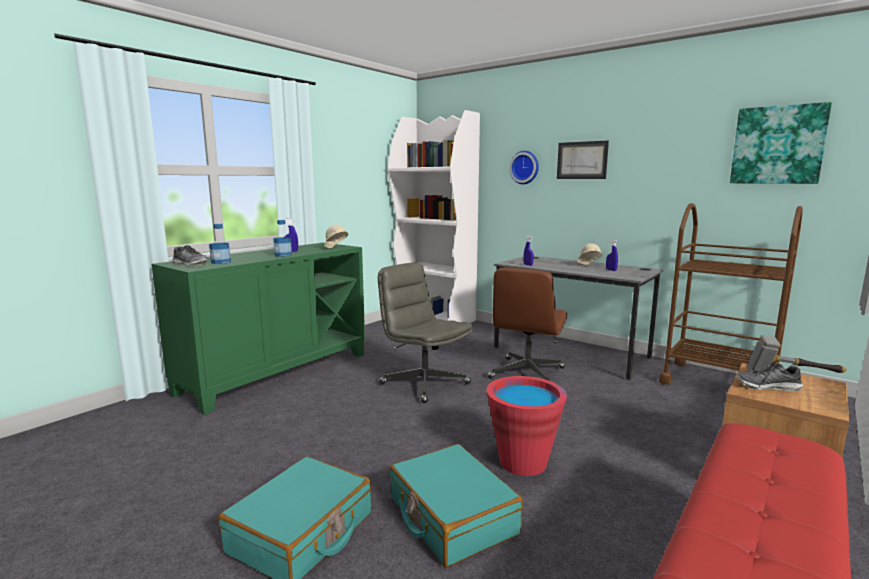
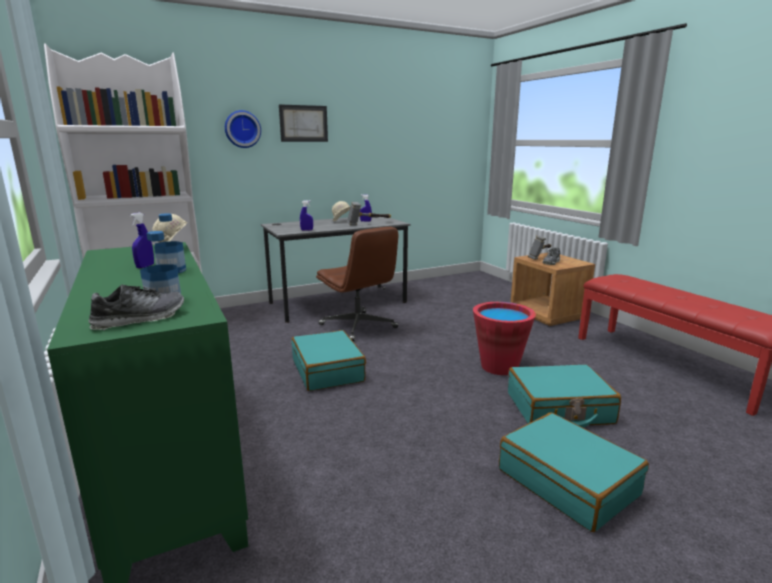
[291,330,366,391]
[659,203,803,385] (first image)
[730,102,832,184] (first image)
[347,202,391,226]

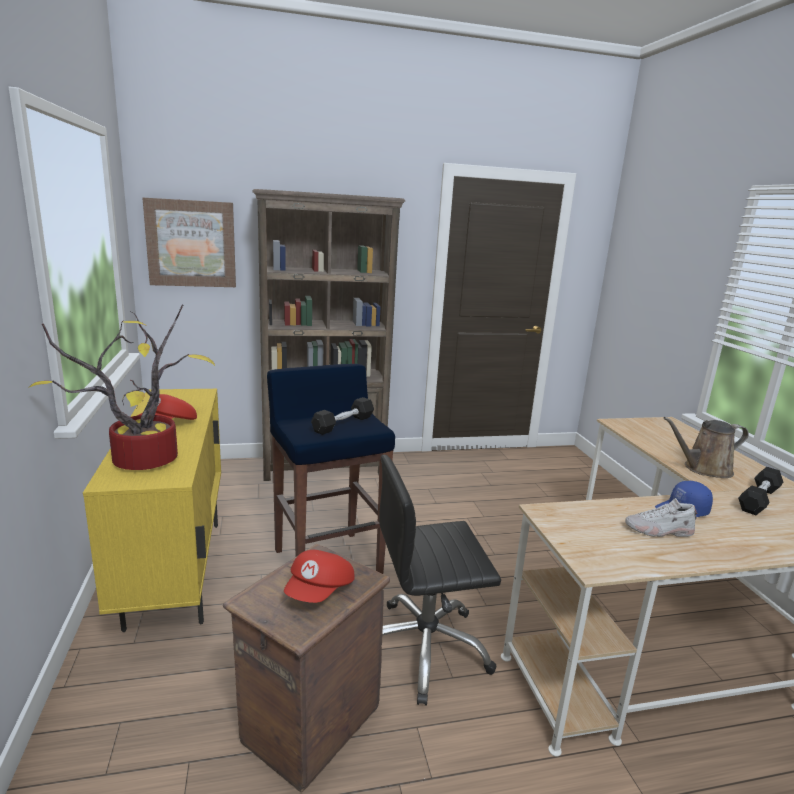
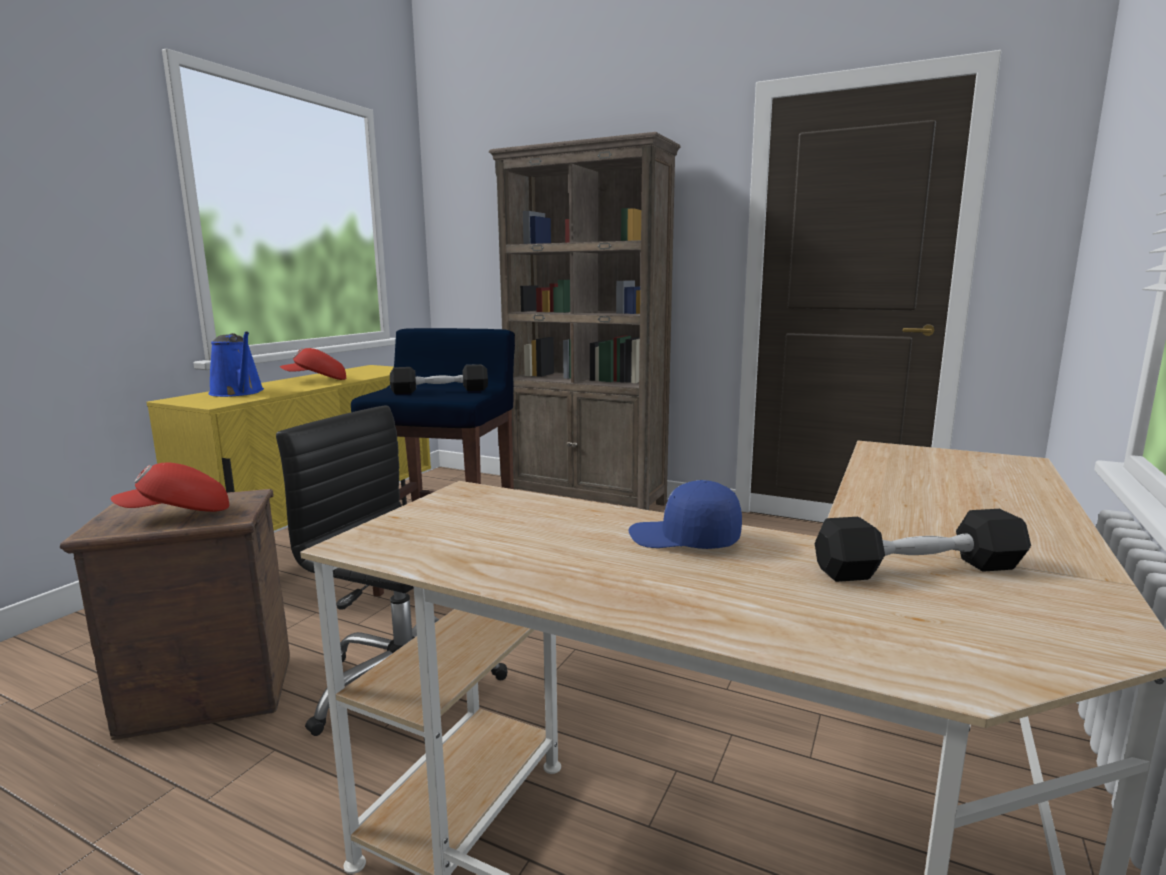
[208,331,264,397]
[143,198,236,287] (first image)
[625,498,698,537] (first image)
[663,417,749,478] (first image)

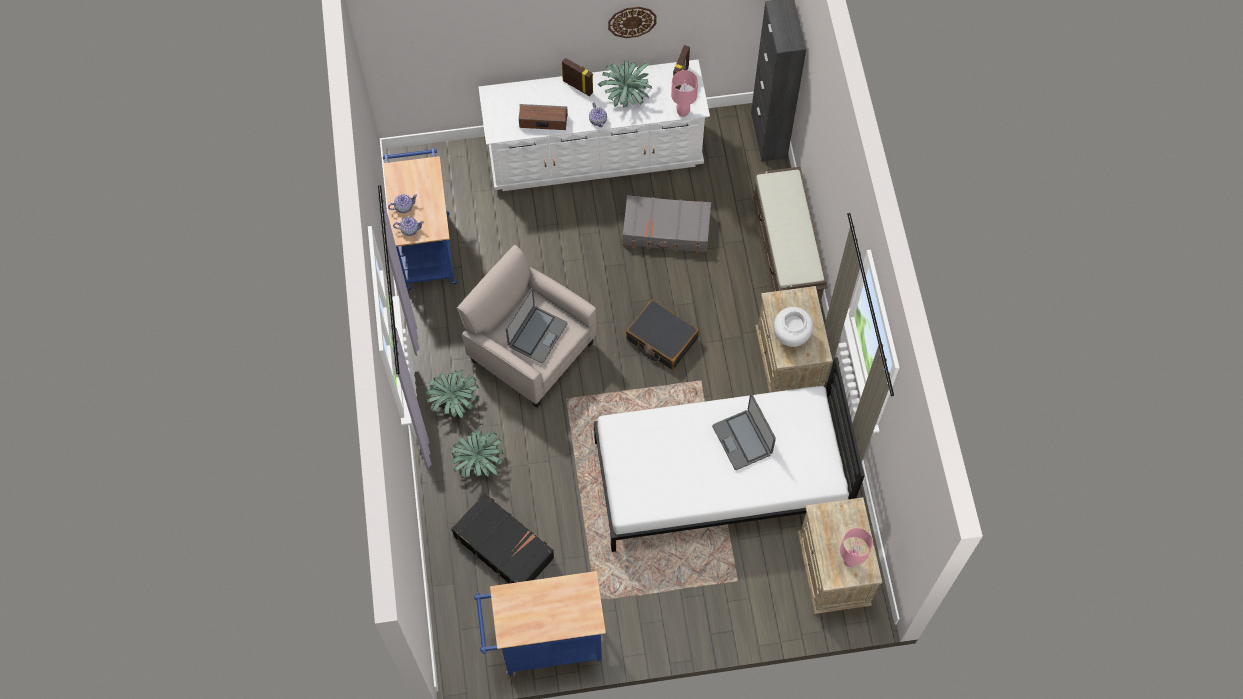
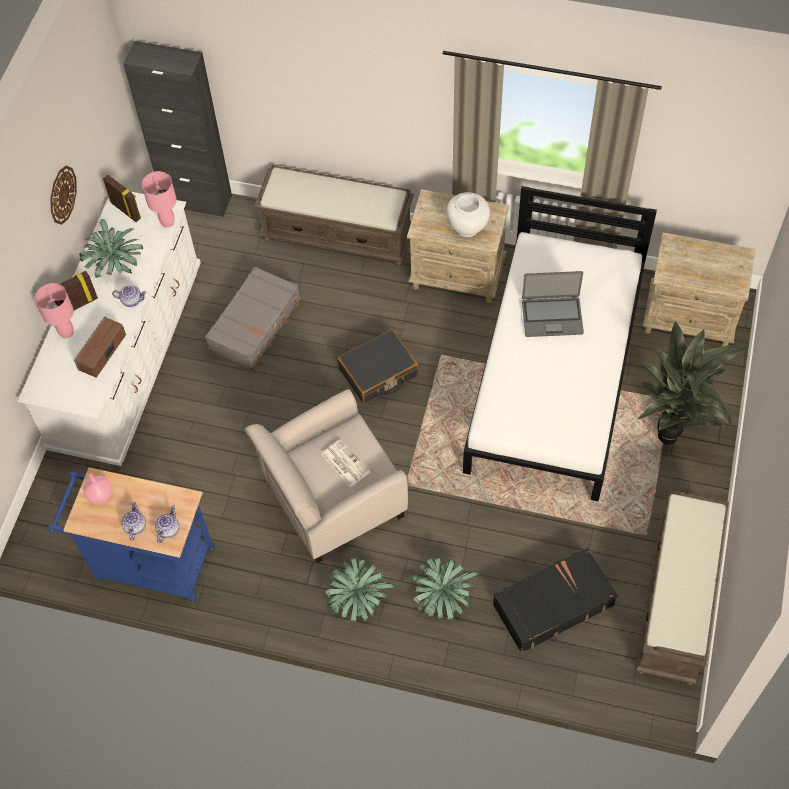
[635,490,729,685]
[321,439,370,487]
[35,283,74,338]
[84,473,112,504]
[638,321,748,445]

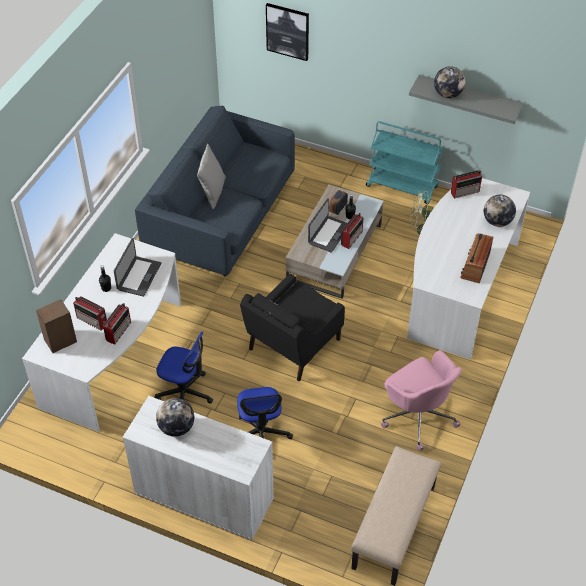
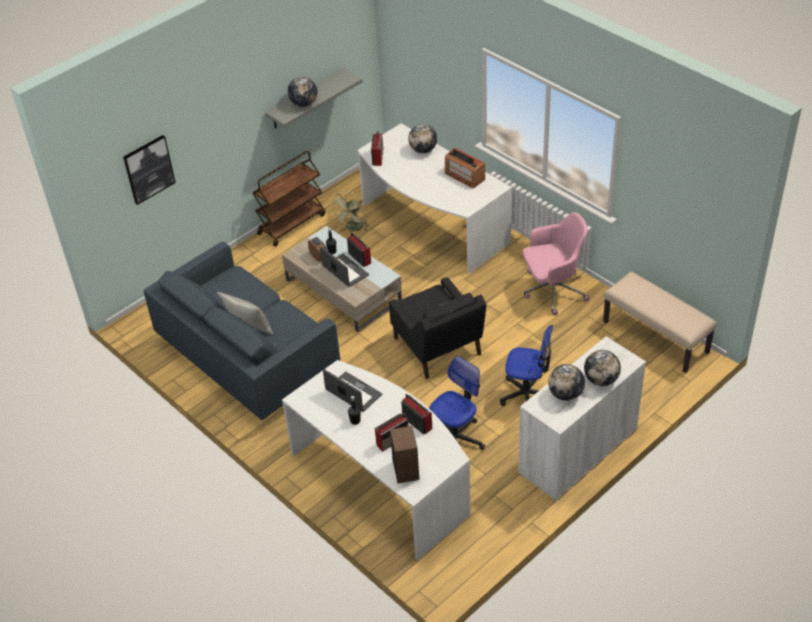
[252,151,325,246]
[584,350,621,386]

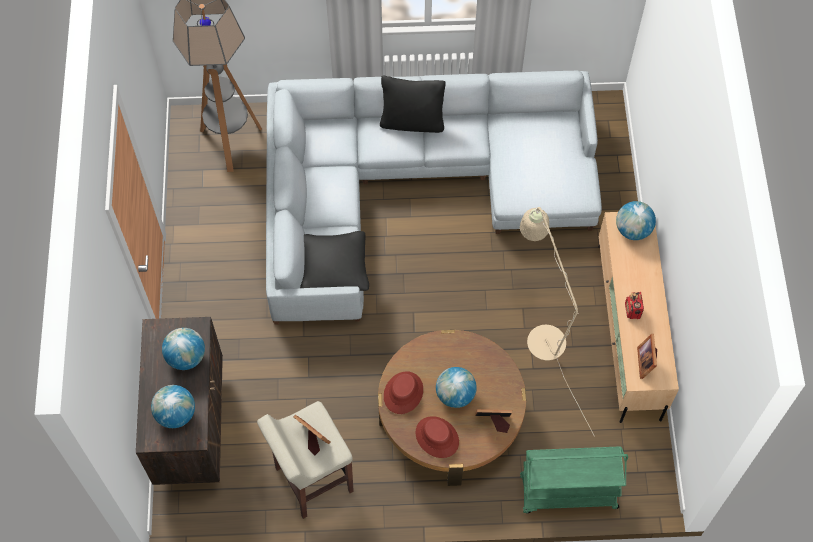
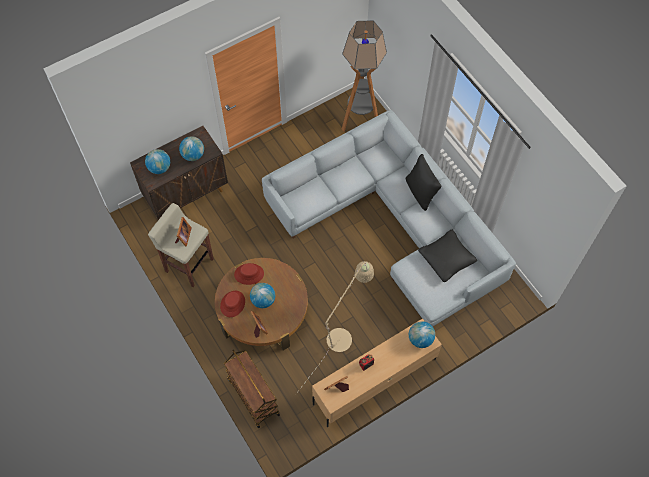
[418,230,477,282]
[224,350,280,428]

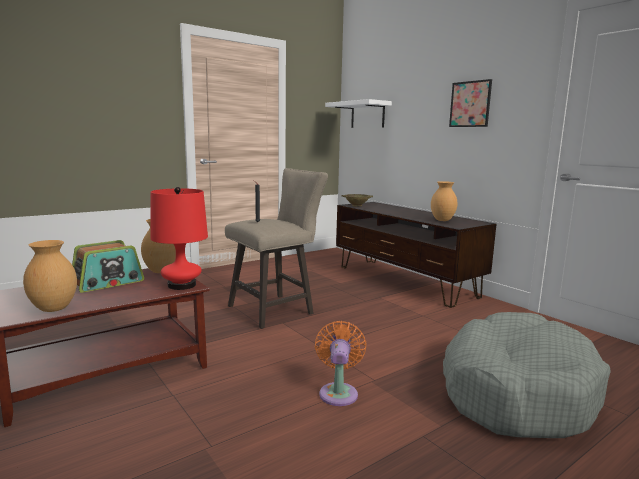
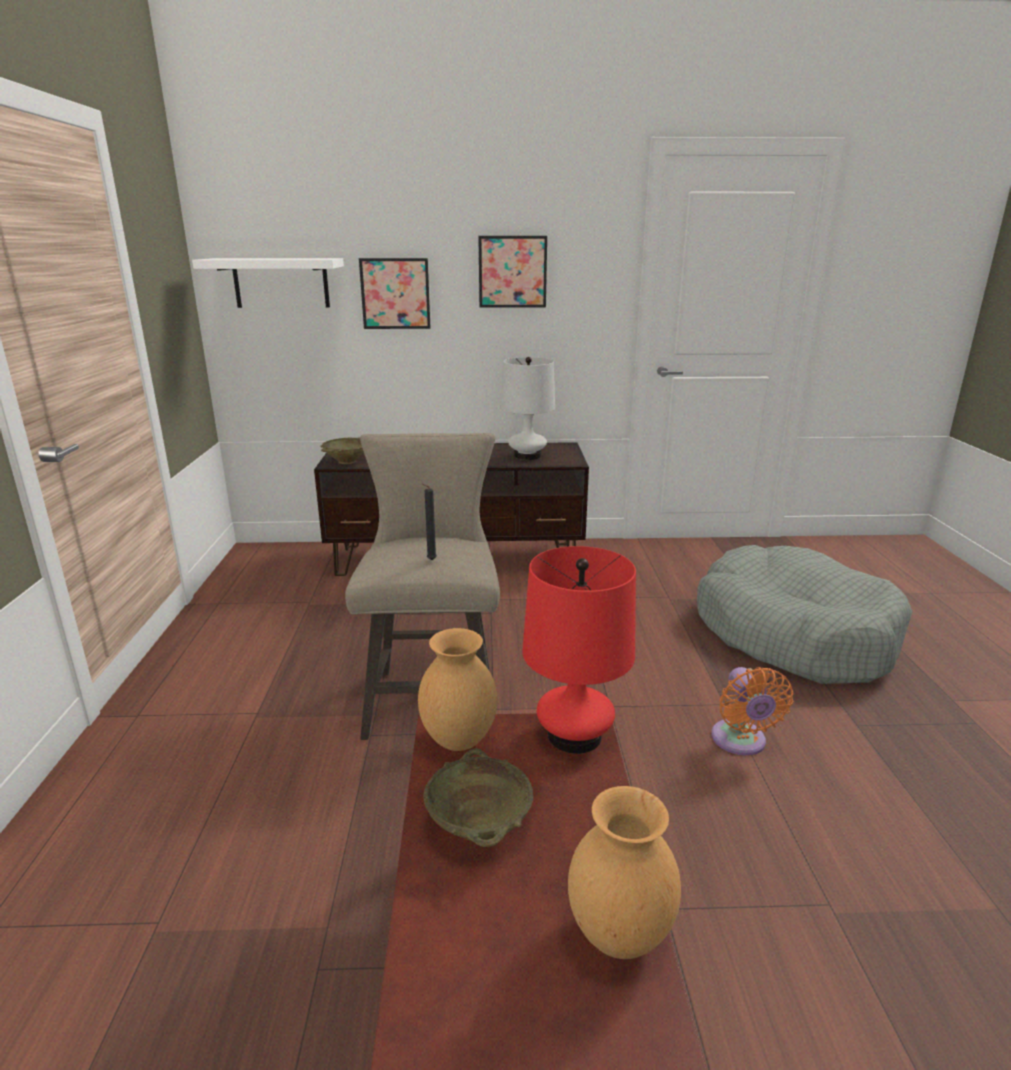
[424,748,533,847]
[711,667,793,756]
[501,357,555,460]
[359,258,430,329]

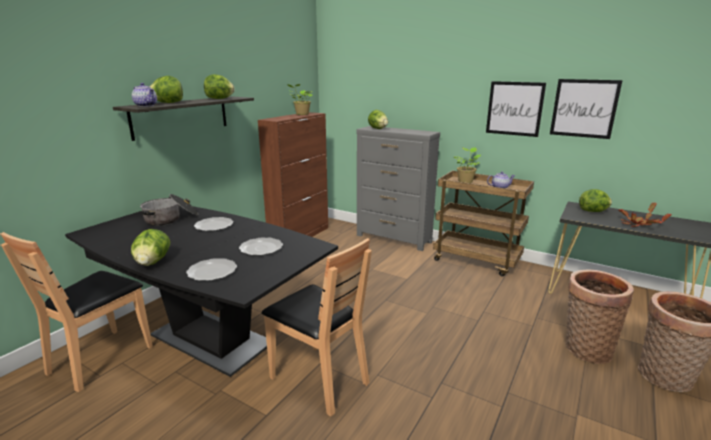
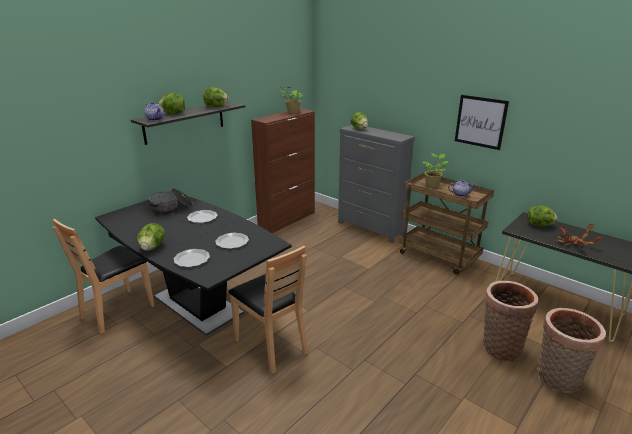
[550,79,623,139] (first image)

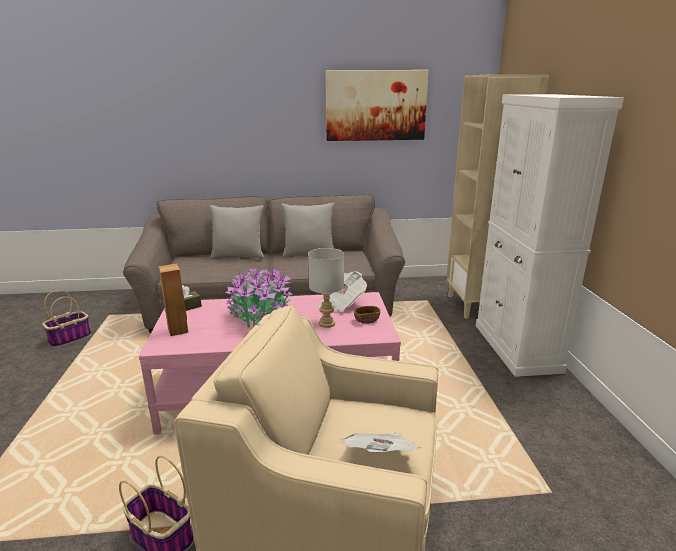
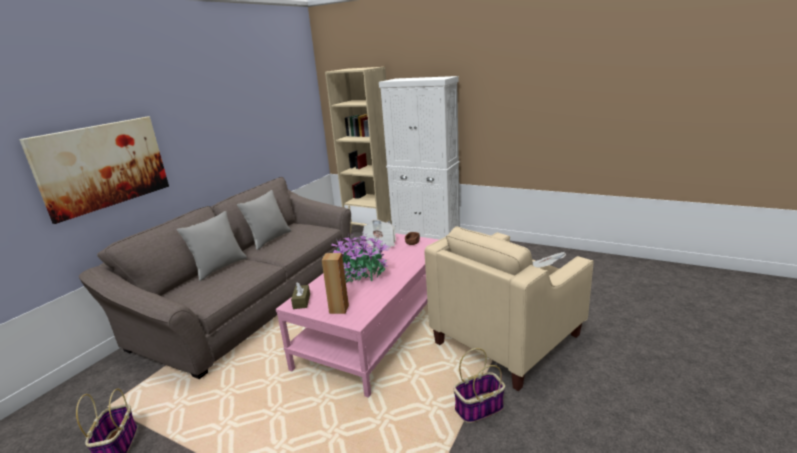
[308,248,344,328] (first image)
[19,116,169,224]

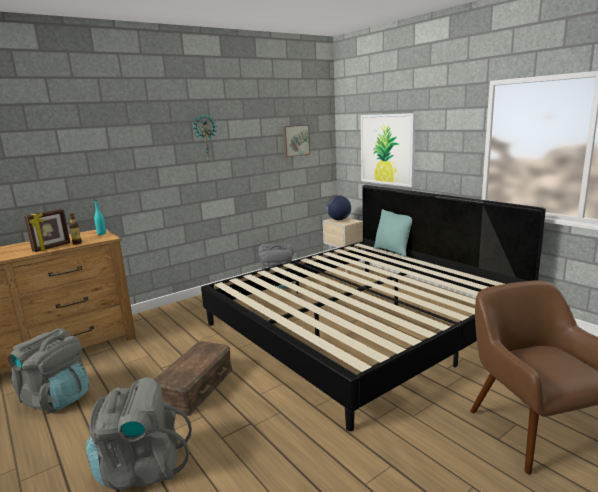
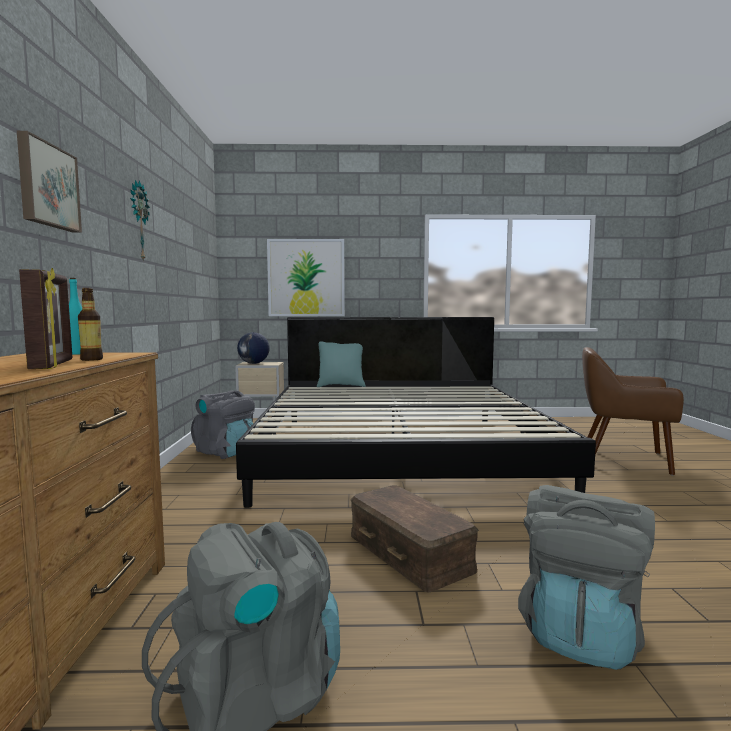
[17,131,82,233]

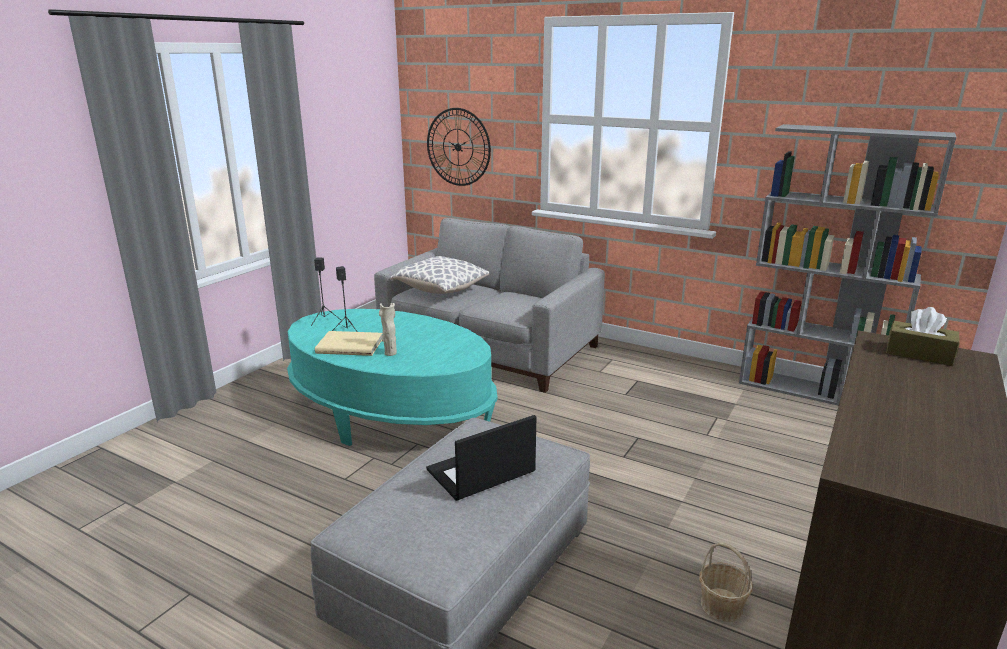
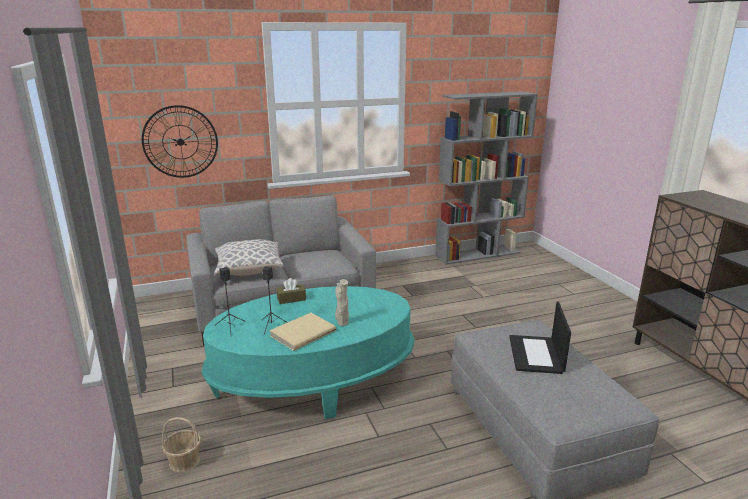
[162,417,201,472]
[277,278,306,304]

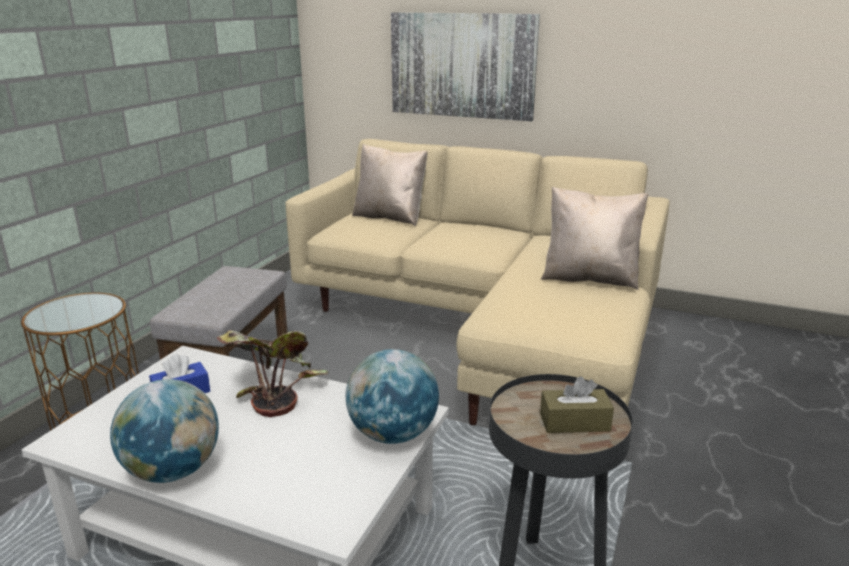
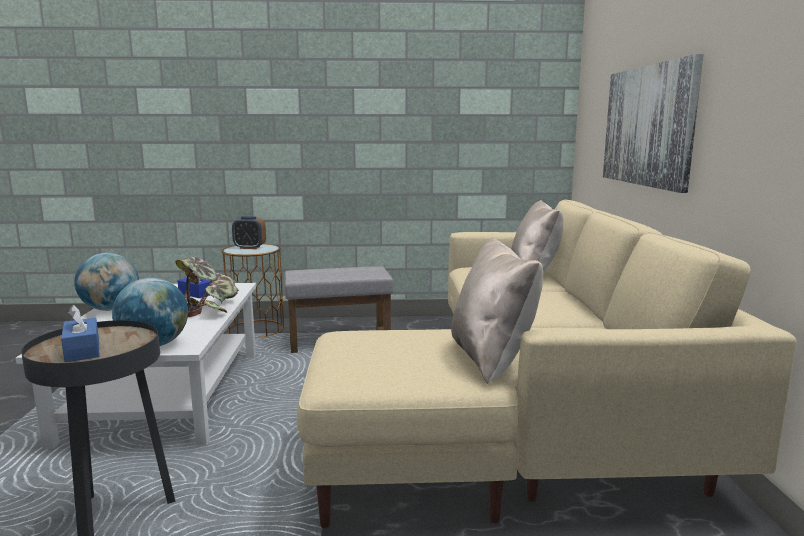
[61,305,99,362]
[232,216,266,249]

